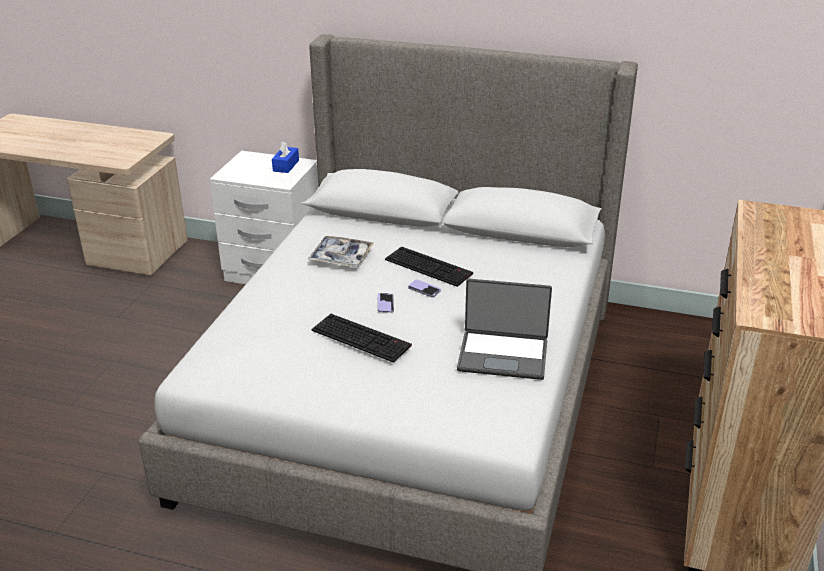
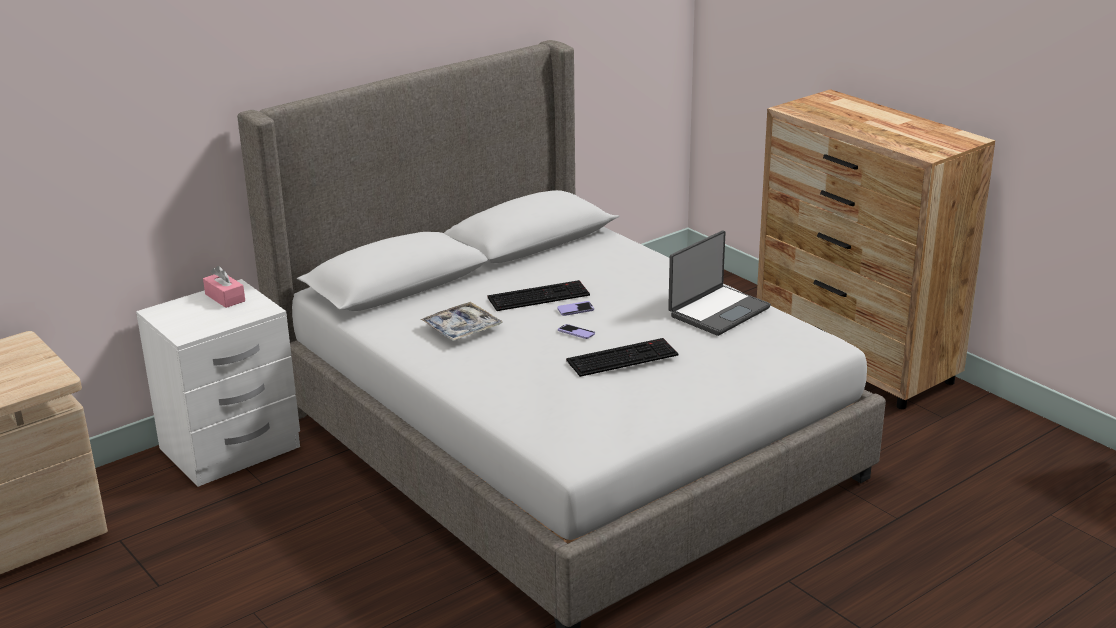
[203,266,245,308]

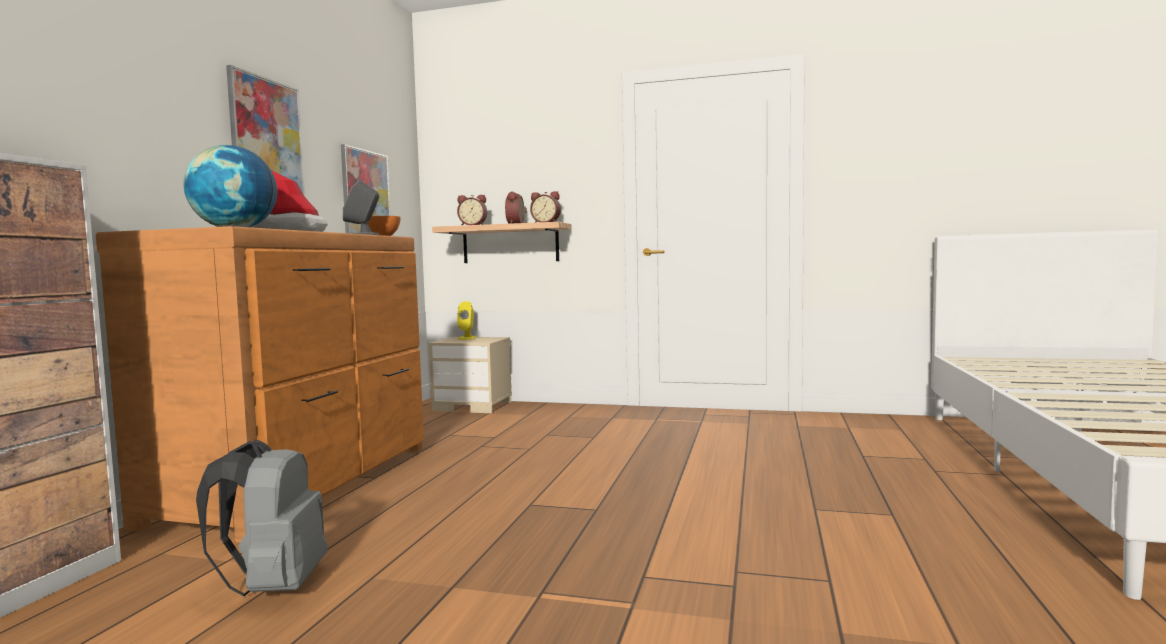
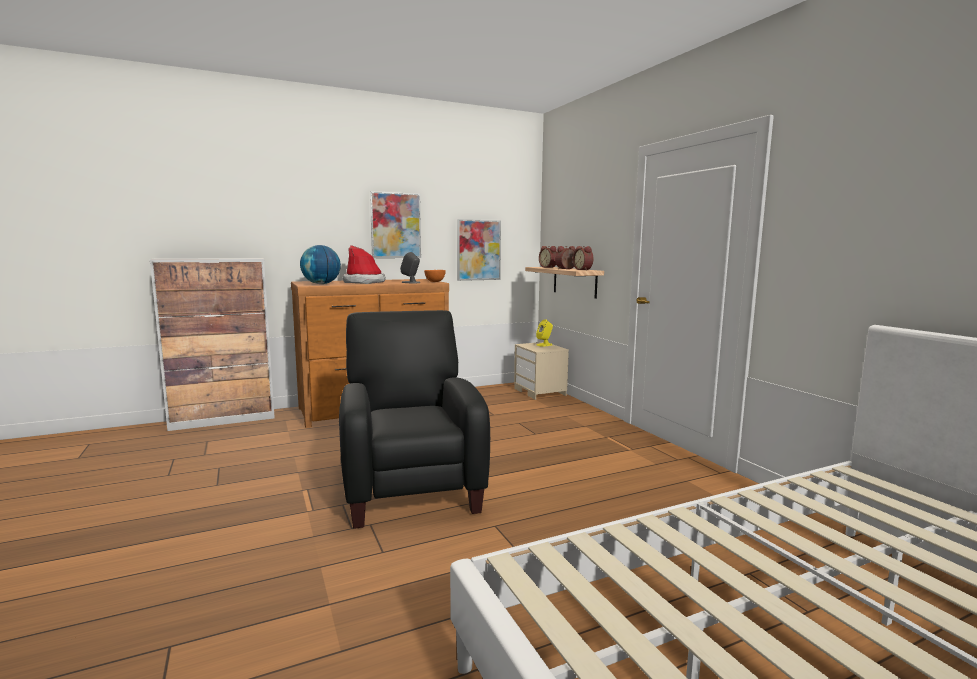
[196,439,328,596] (first image)
[339,310,490,529]

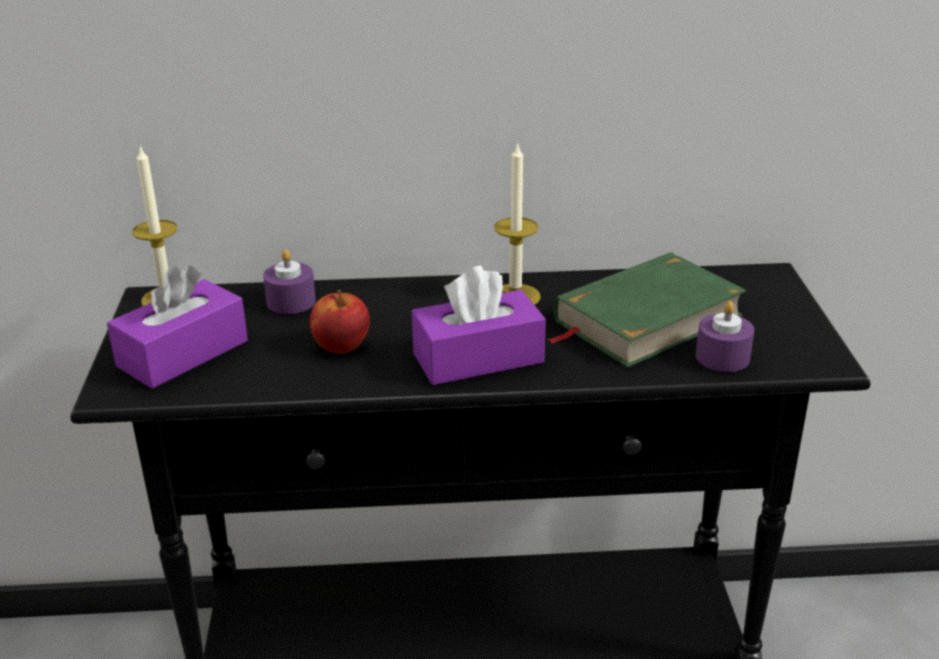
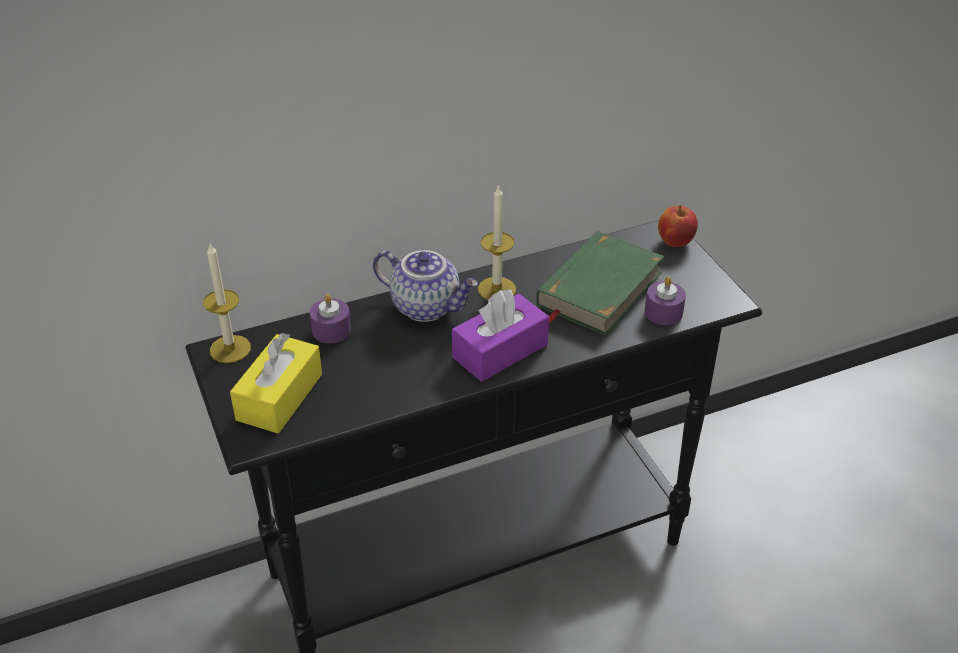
[230,333,322,433]
[658,205,698,247]
[373,250,478,322]

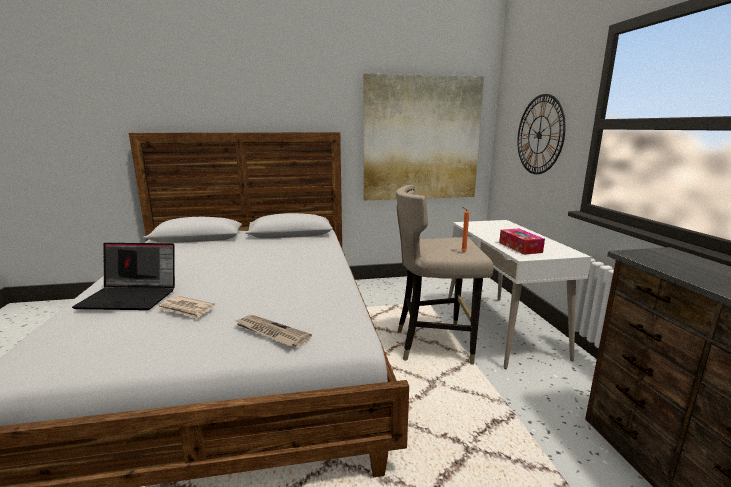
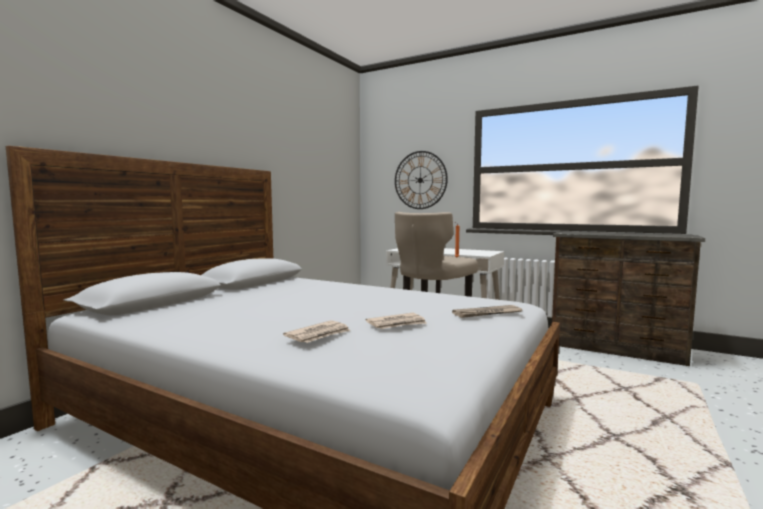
[283,320,350,343]
[363,73,484,200] (first image)
[499,228,545,255] (first image)

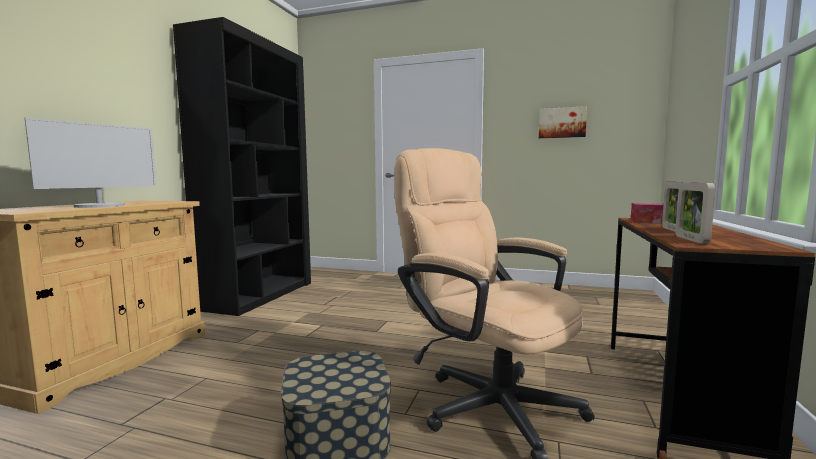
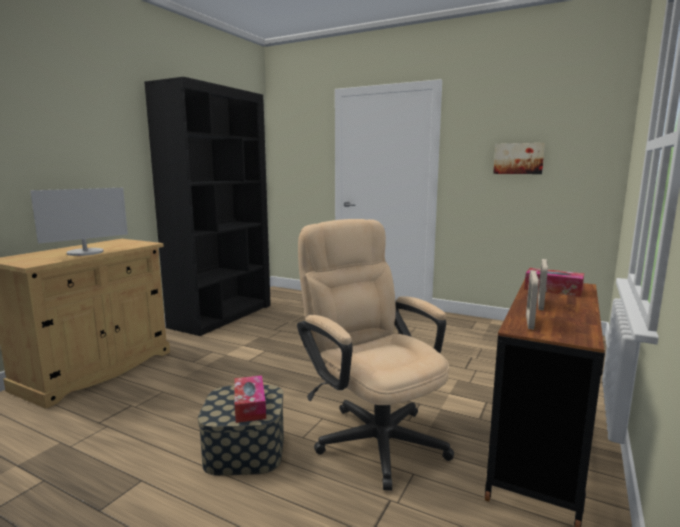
[234,375,266,423]

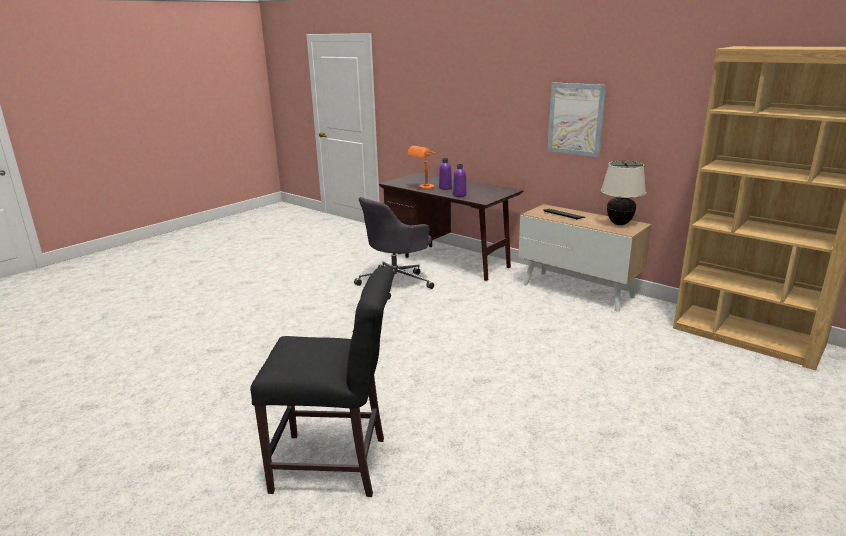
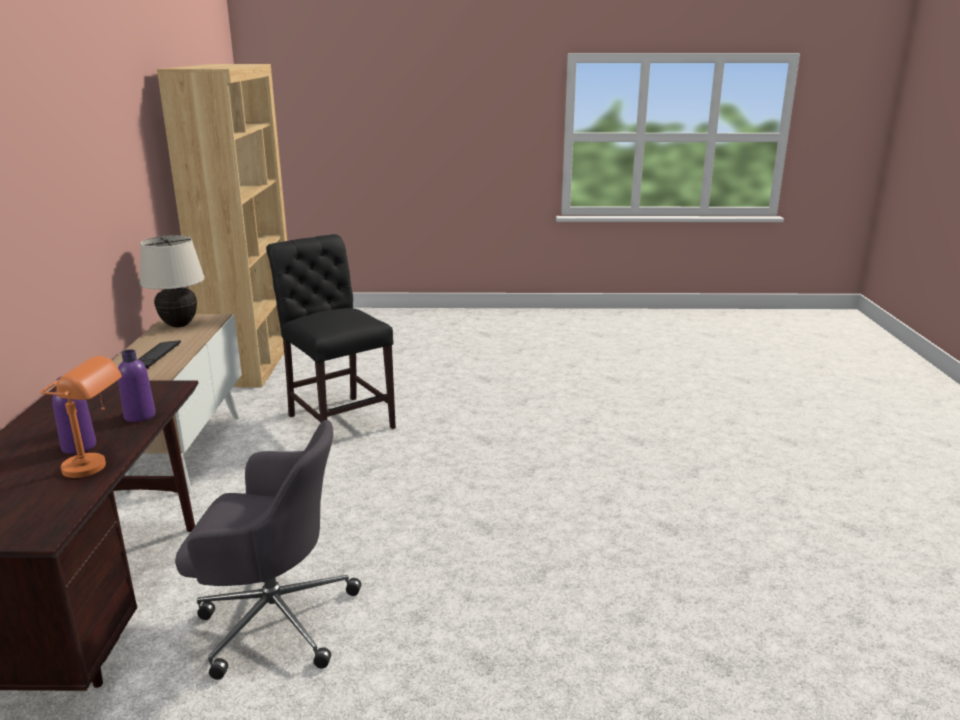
[266,234,396,429]
[548,82,606,157] (first image)

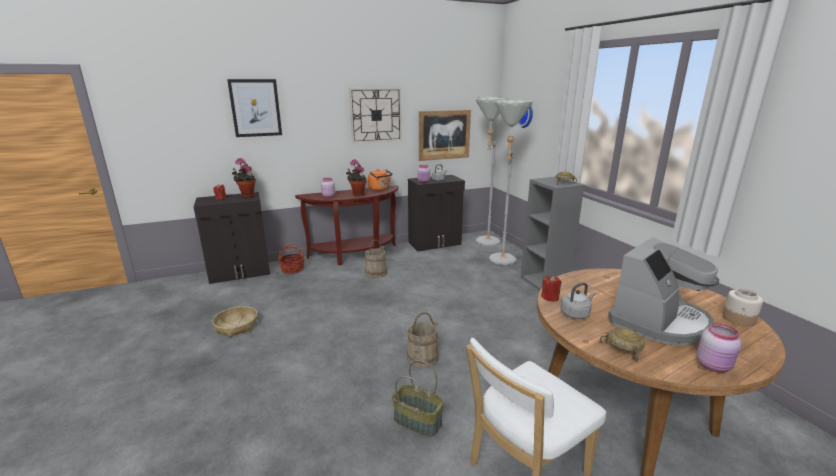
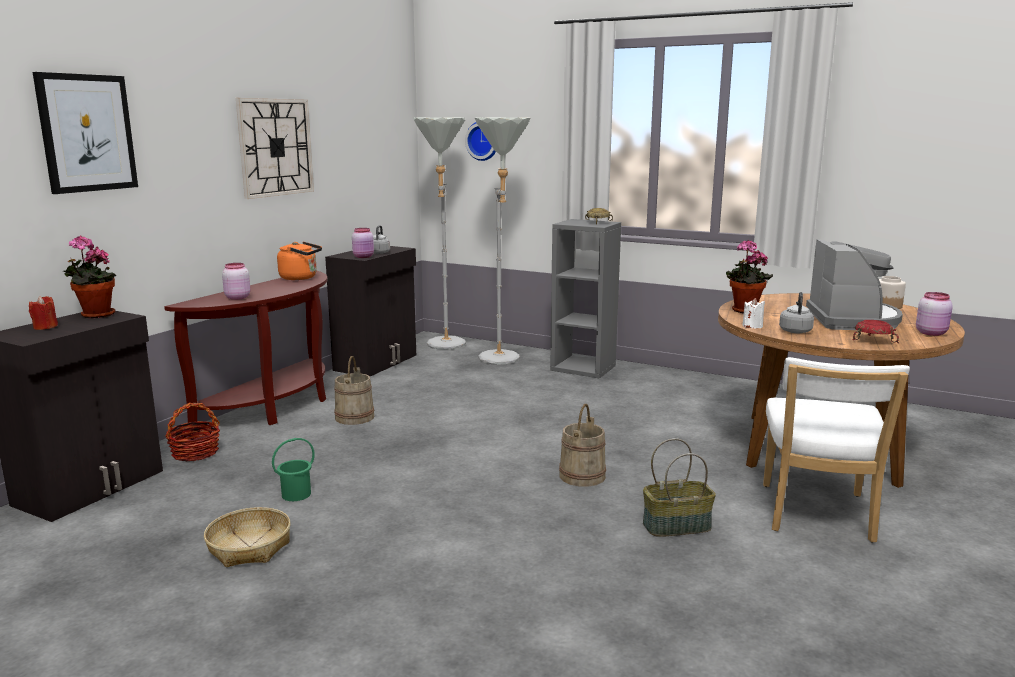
[726,240,773,313]
[419,110,471,161] (first image)
[742,298,765,328]
[852,320,899,343]
[272,438,315,501]

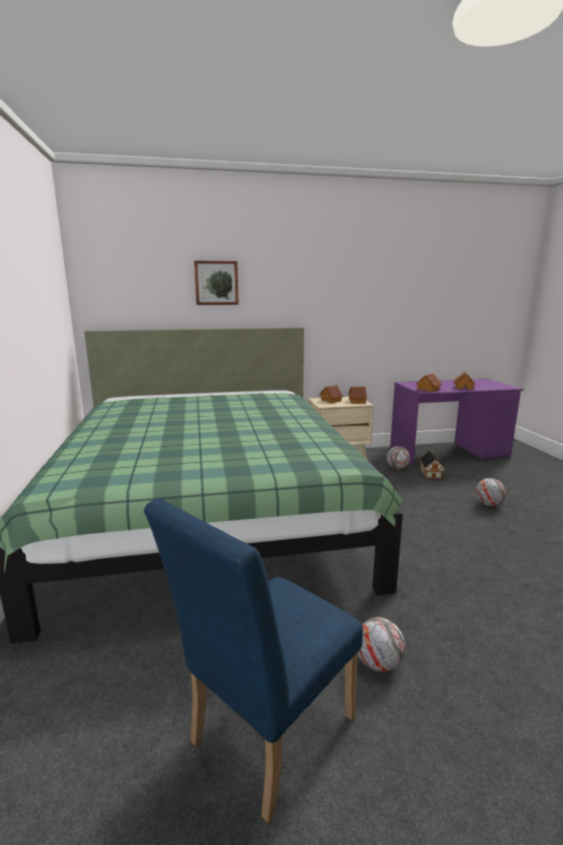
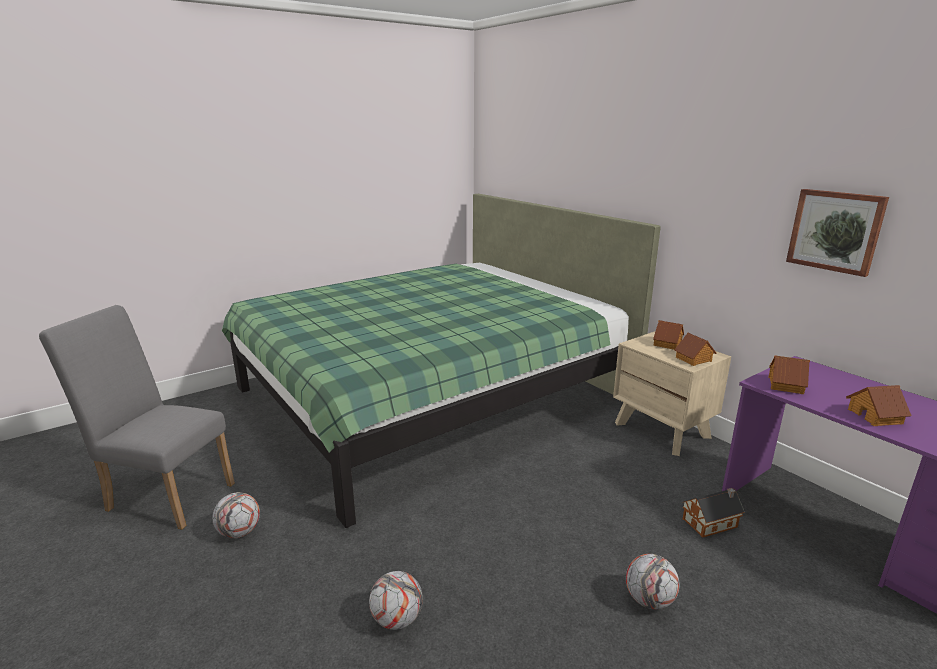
[39,305,235,530]
[786,189,889,277]
[369,571,423,630]

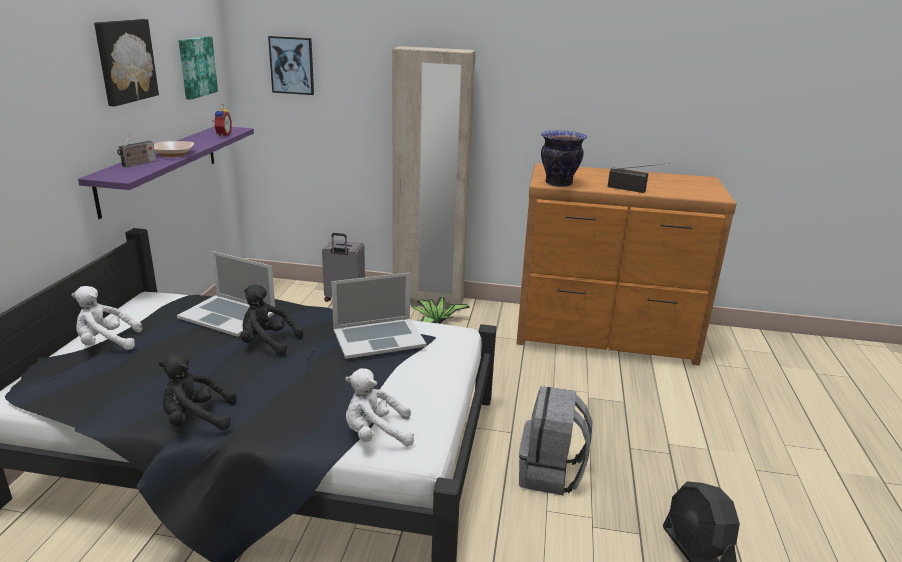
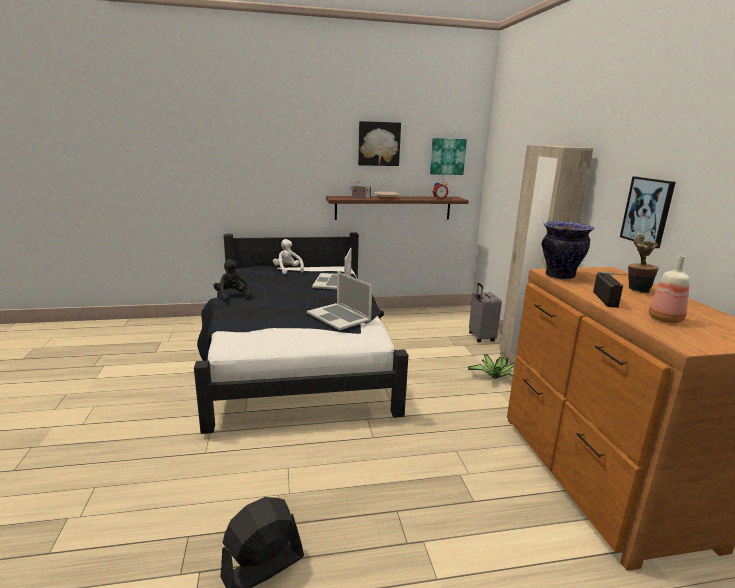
[326,196,469,220]
[240,285,303,355] (first image)
[620,177,676,248]
[345,368,414,446] (first image)
[519,386,592,495] (first image)
[628,234,659,293]
[648,255,690,323]

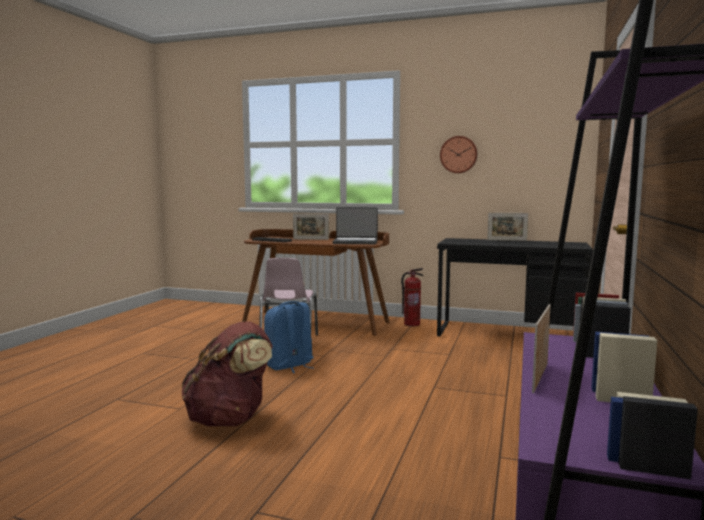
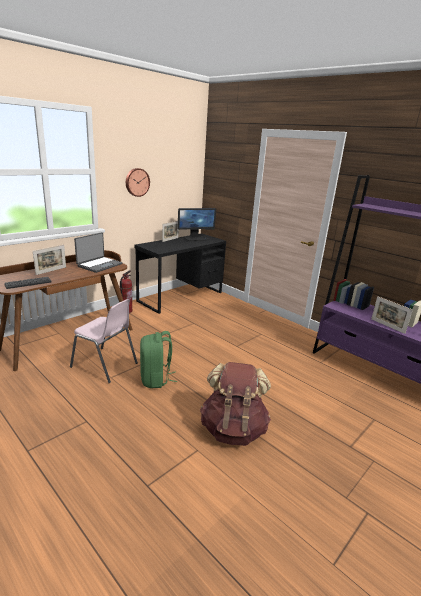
[140,331,177,388]
[177,208,216,241]

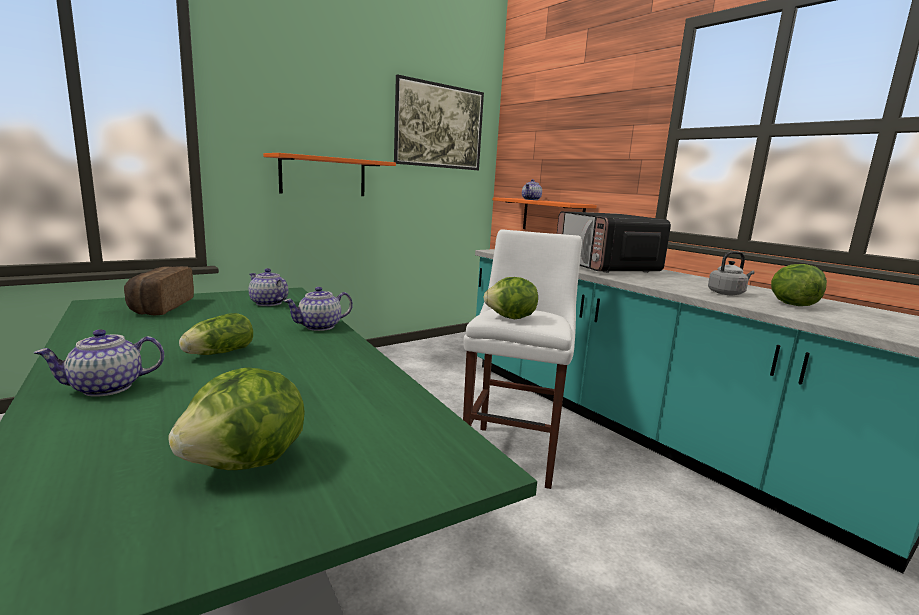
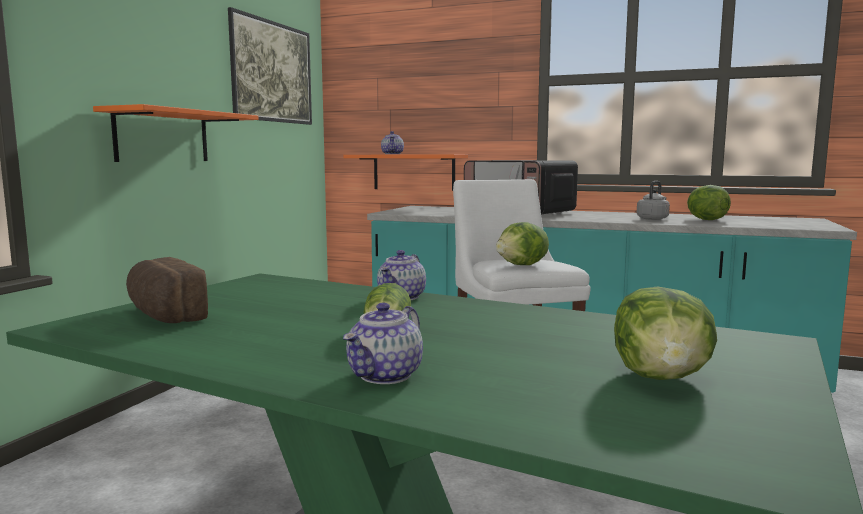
[249,268,288,306] (first image)

